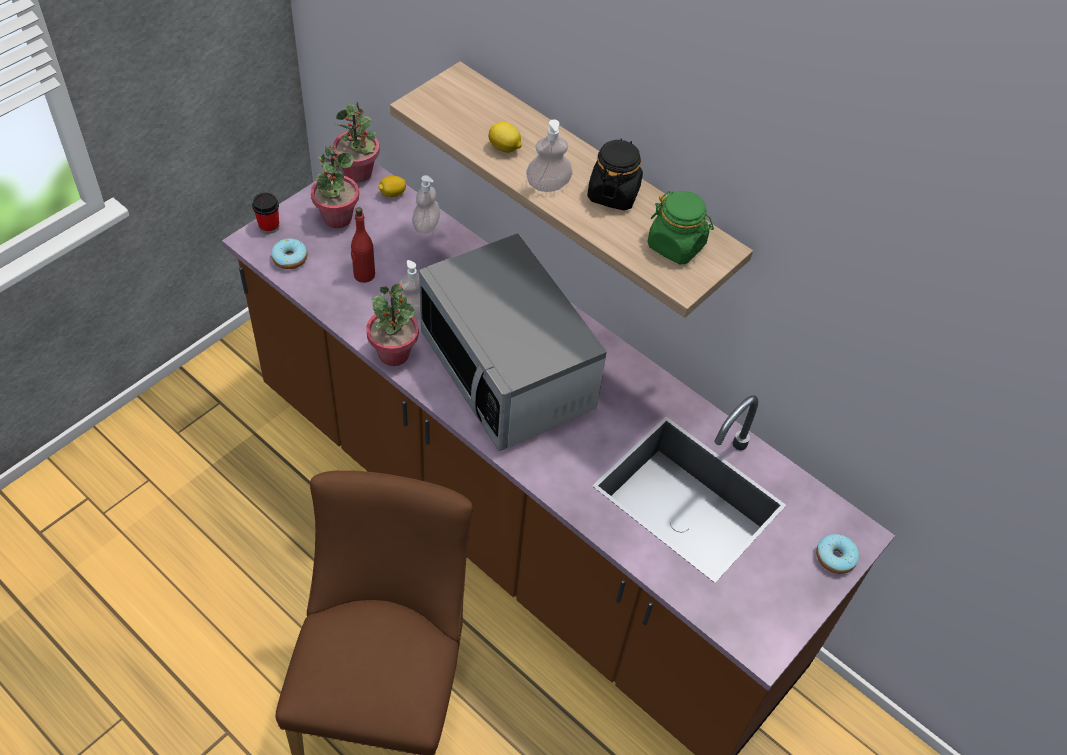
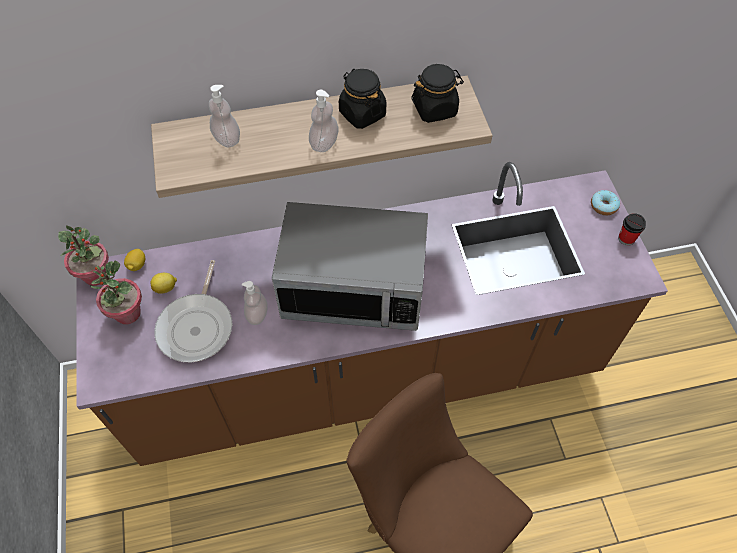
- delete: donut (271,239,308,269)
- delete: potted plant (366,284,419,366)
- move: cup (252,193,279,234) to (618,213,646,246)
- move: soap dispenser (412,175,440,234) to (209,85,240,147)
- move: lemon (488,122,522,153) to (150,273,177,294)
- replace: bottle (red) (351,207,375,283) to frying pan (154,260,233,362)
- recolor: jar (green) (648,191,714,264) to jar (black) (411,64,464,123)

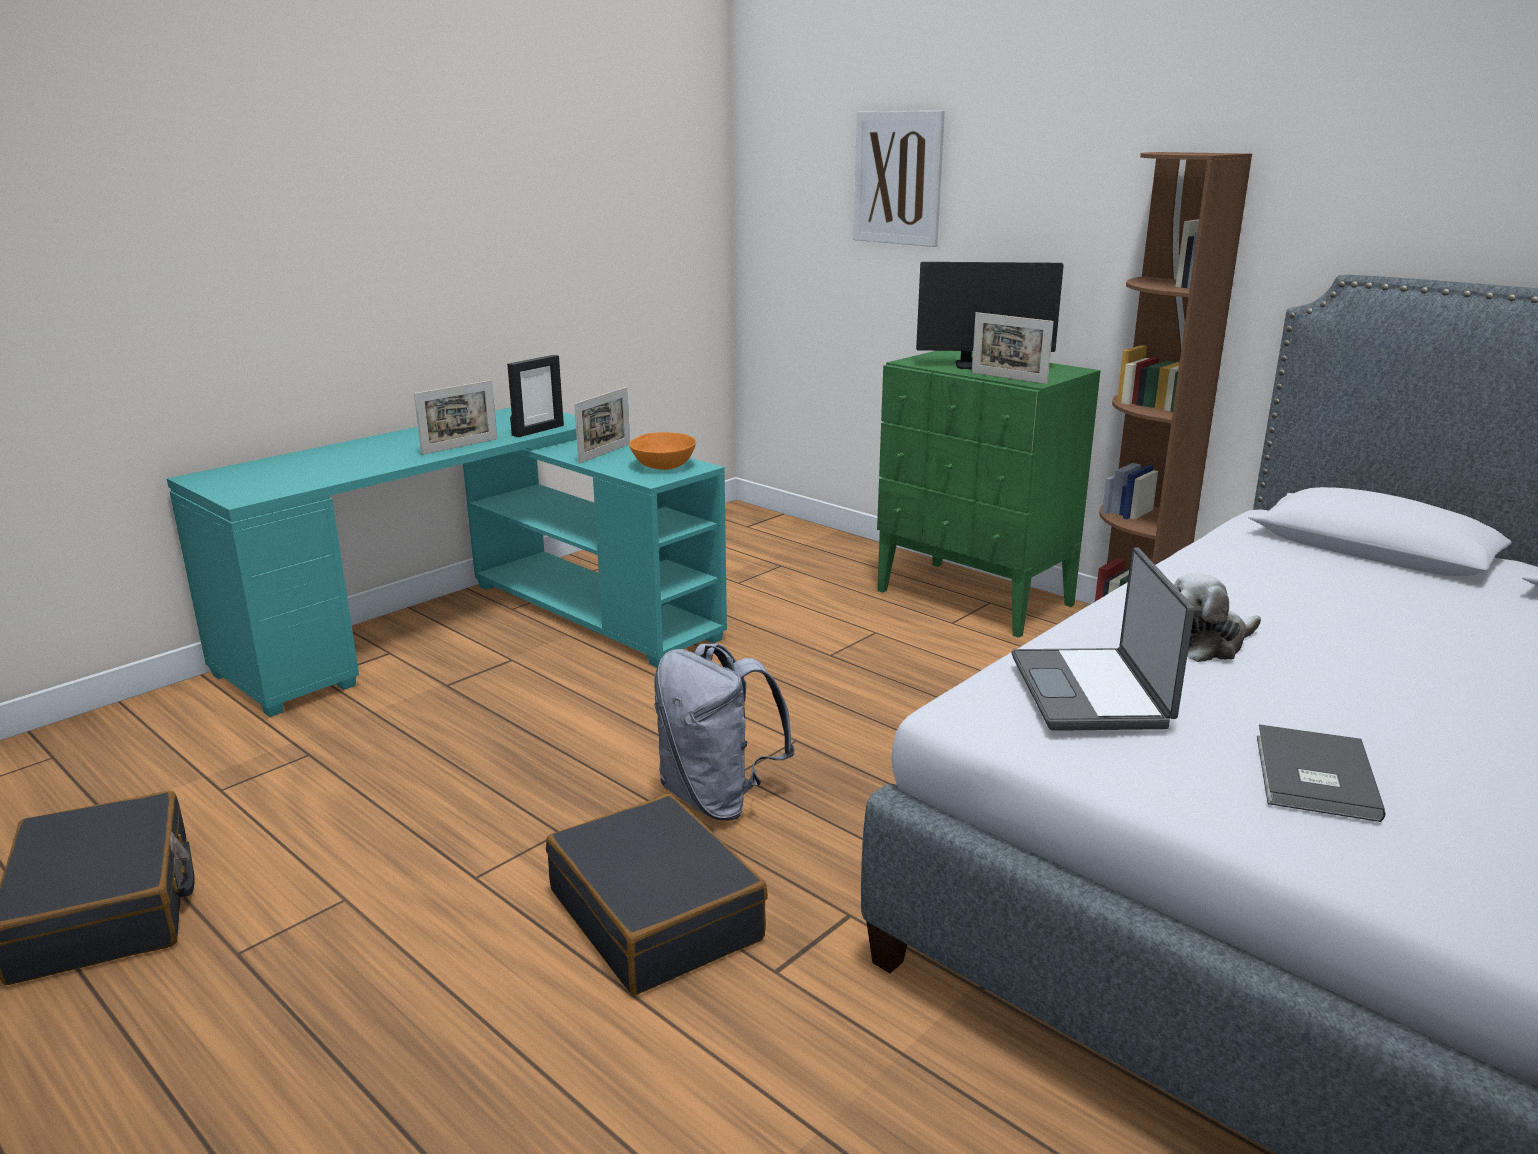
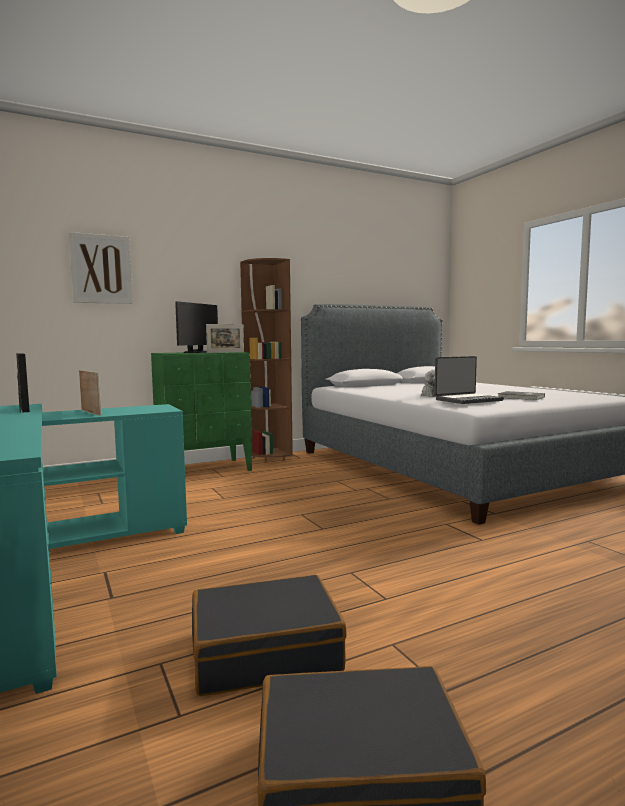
- delete: picture frame (414,380,497,455)
- delete: bowl (orange) (629,432,696,470)
- delete: backpack (grey) (654,643,795,820)
- move: suitcase (black) (546,794,768,995) to (192,575,347,696)
- rotate: laptop (1012,547,1194,731) = (435,356,504,404) 45 degrees counterclockwise

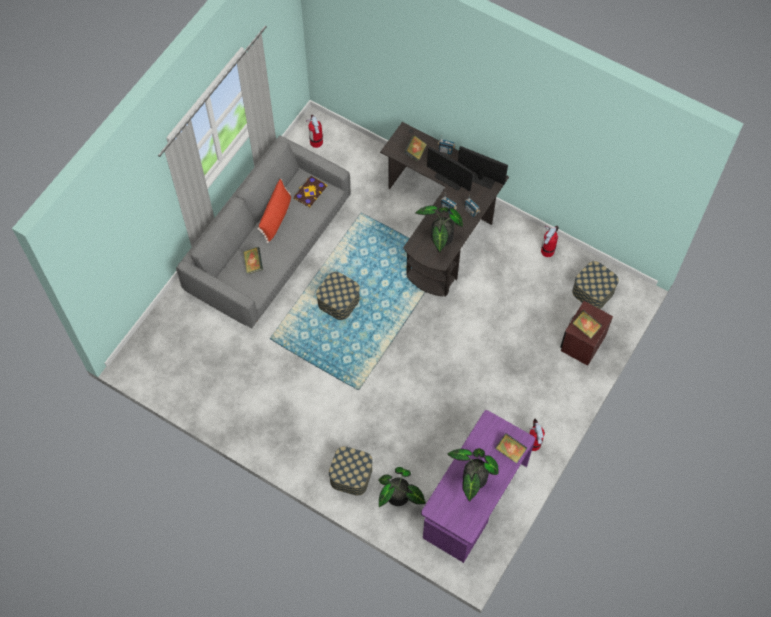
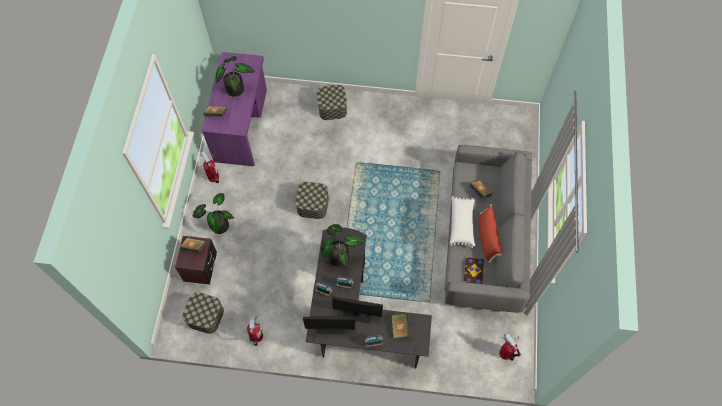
- insert: pillow (white) (450,196,475,248)
- move: storage box (316,272,360,320) to (295,182,329,219)
- move: potted plant (378,467,426,507) to (193,193,234,234)

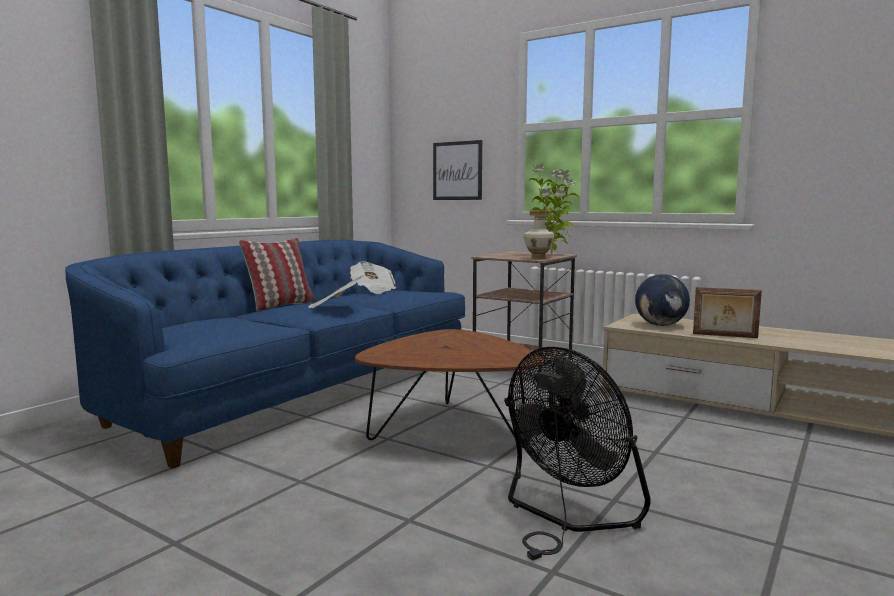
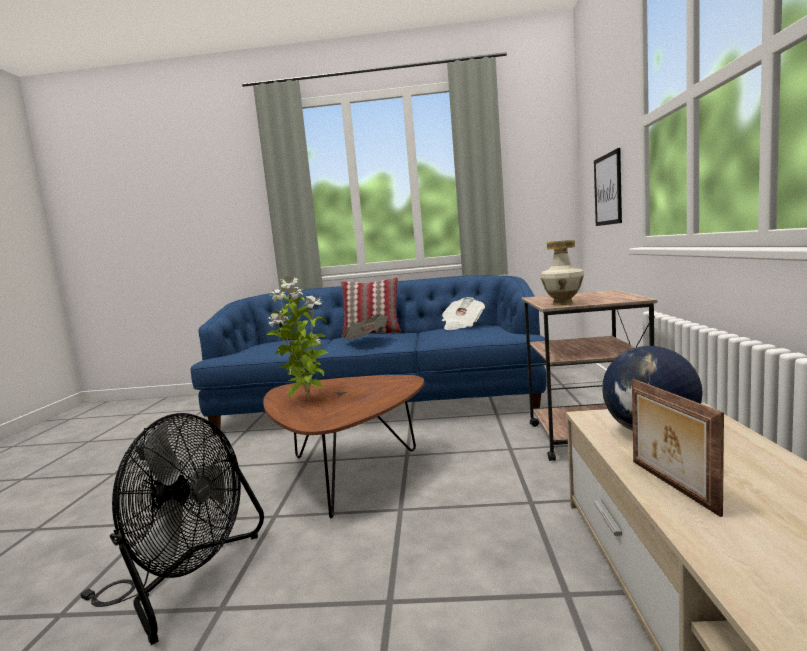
- move: potted plant (529,163,579,255) to (266,276,328,400)

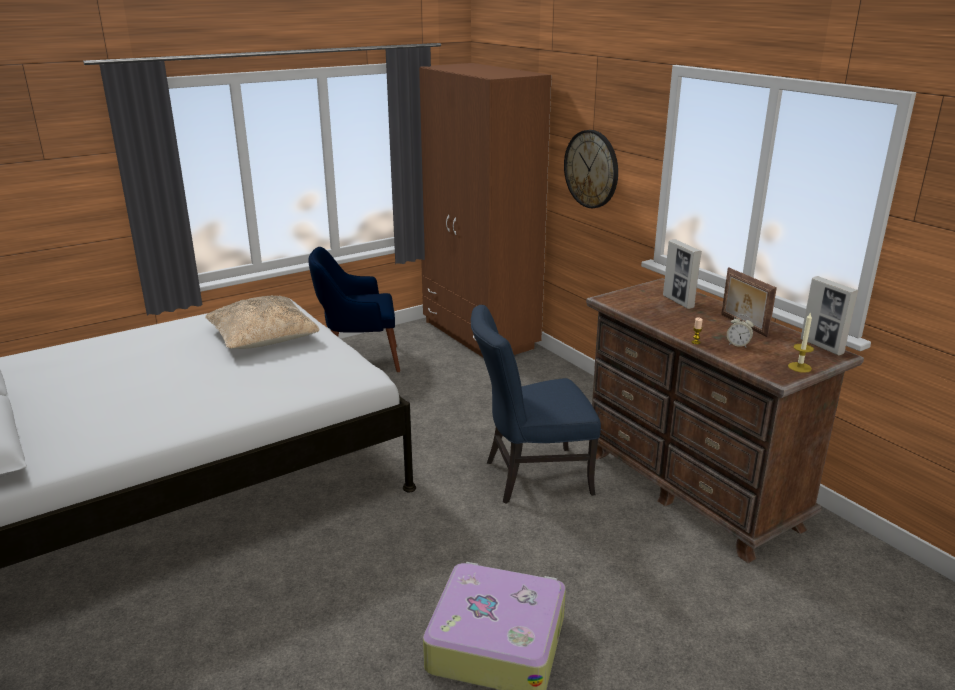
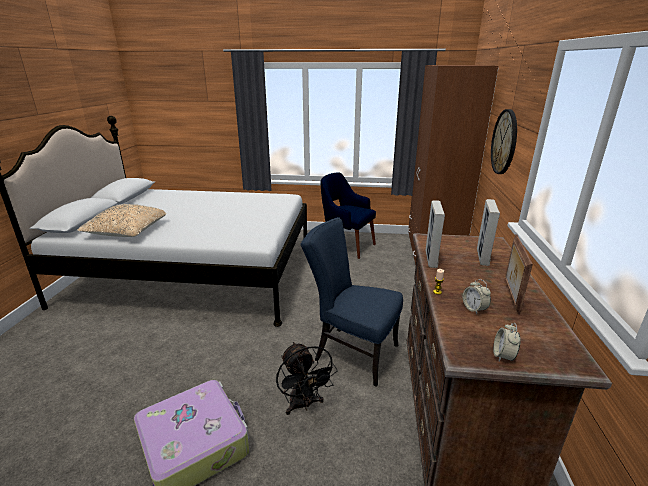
- insert: fan (black) (276,342,338,415)
- move: pillow (beige) (205,295,319,349) to (78,204,166,237)
- move: picture frame (801,276,858,355) to (426,201,445,268)
- replace: candle (788,312,814,373) to alarm clock (493,323,521,362)

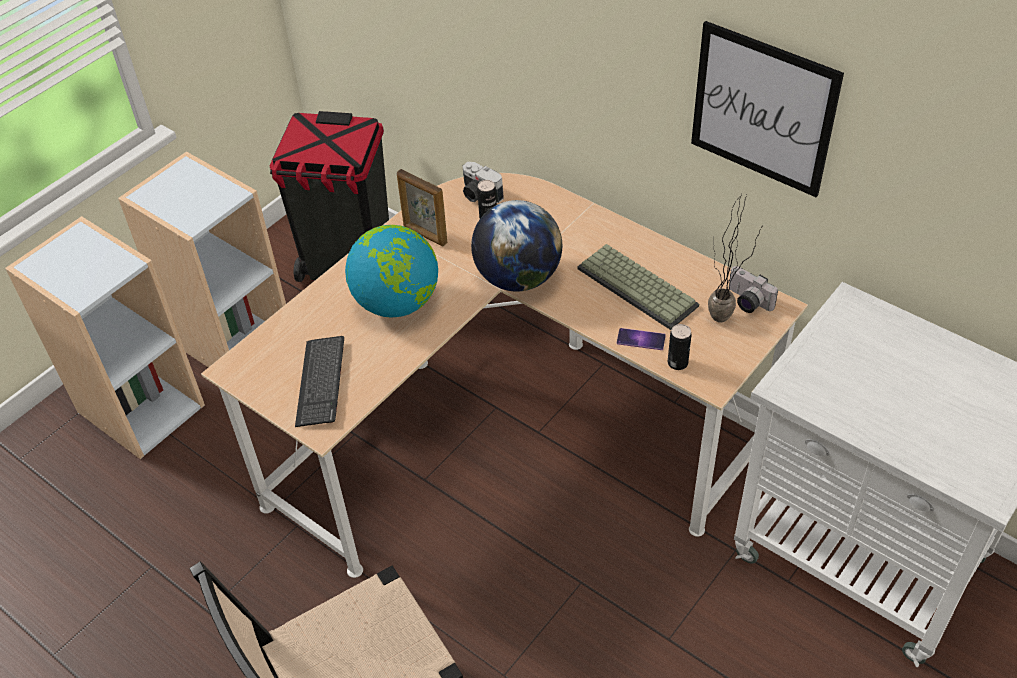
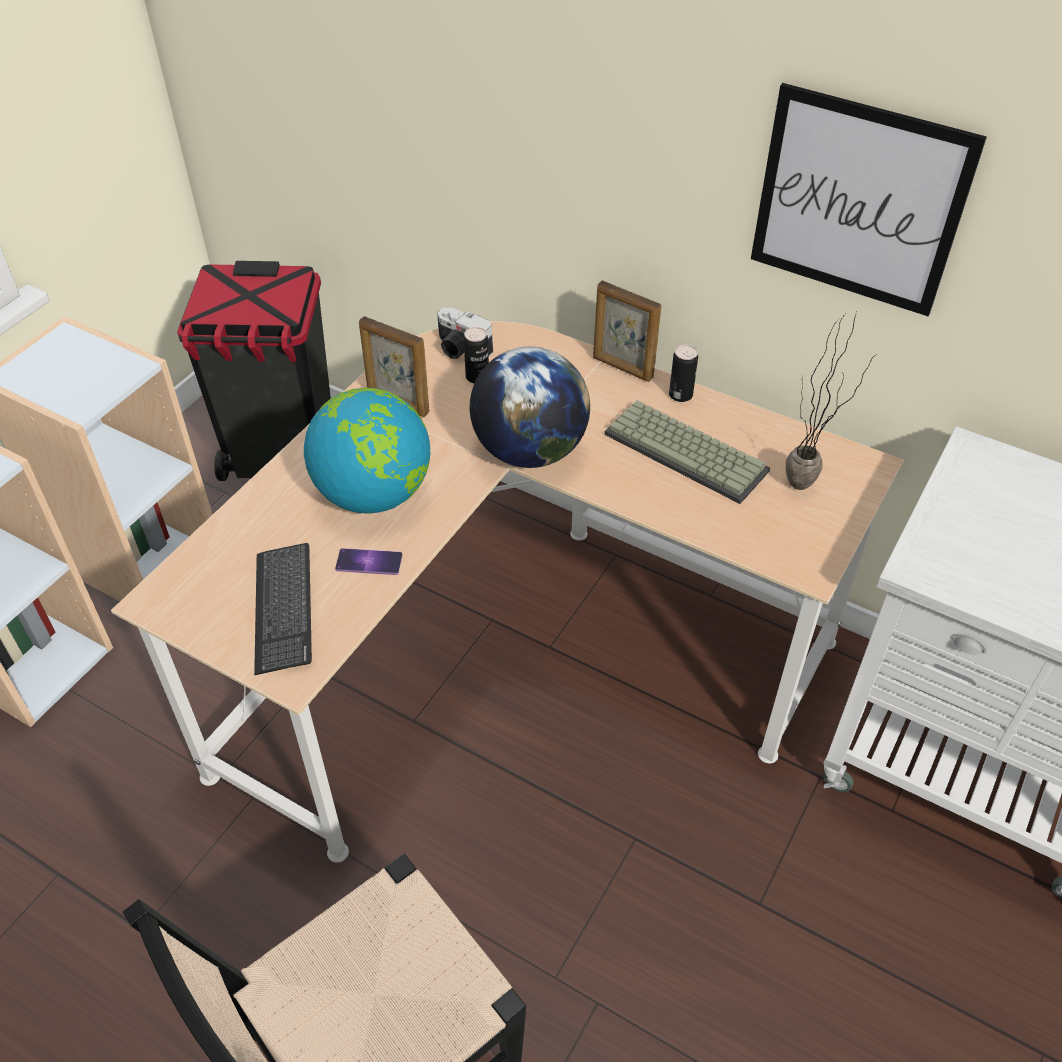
- delete: photo camera (729,266,778,313)
- insert: picture frame (593,281,661,382)
- move: phone (617,328,666,350) to (335,548,403,575)
- move: can (668,324,692,370) to (669,345,698,402)

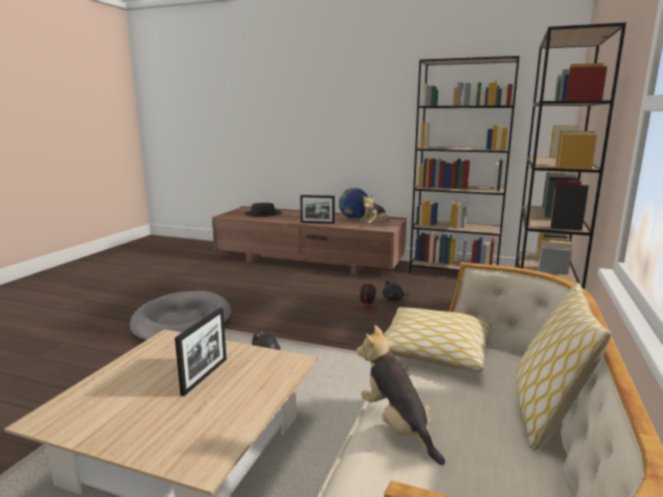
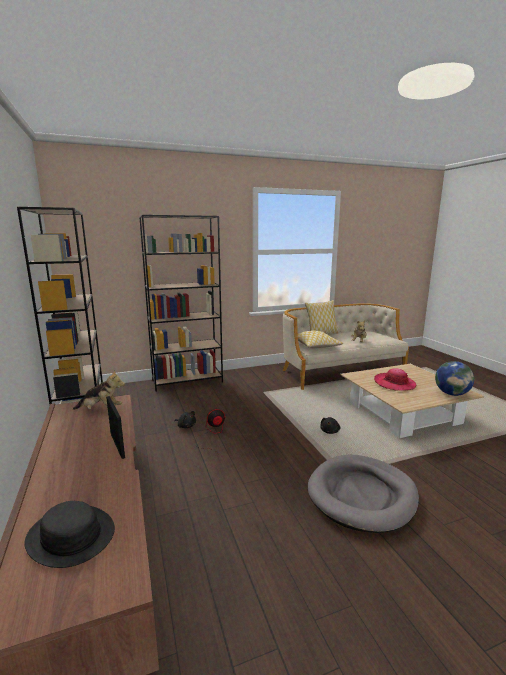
- move: globe (339,188,368,219) to (435,361,474,396)
- replace: picture frame (175,308,227,396) to hat (374,368,416,391)

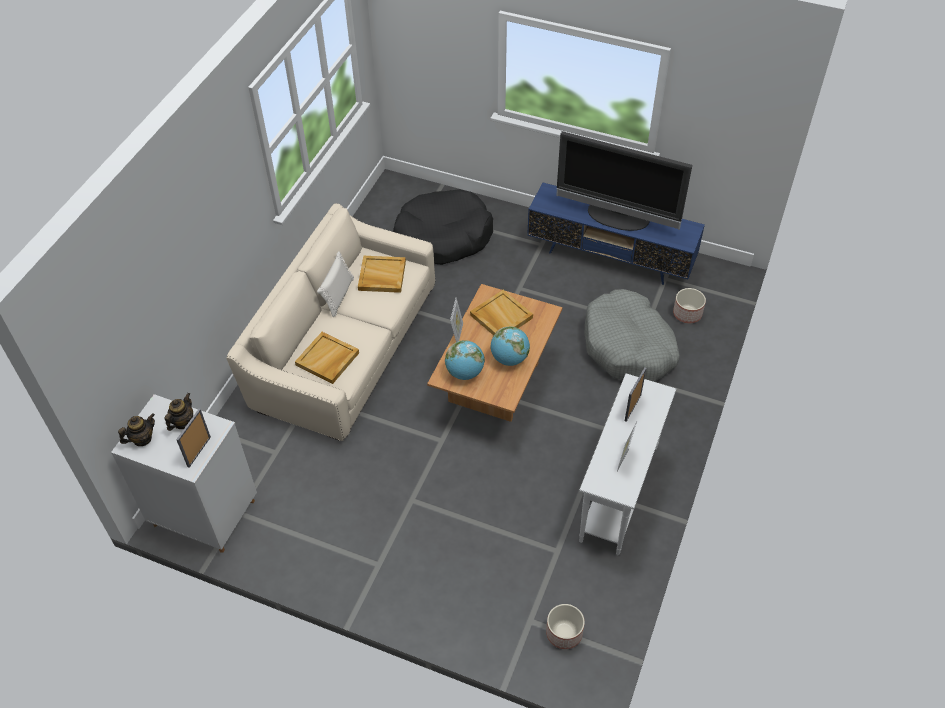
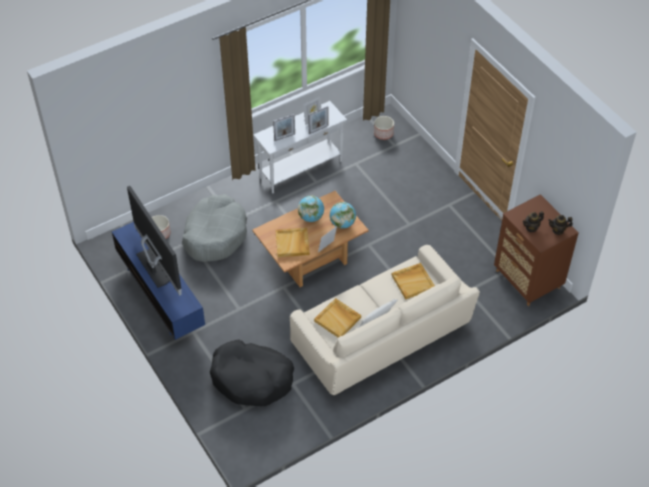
- move: picture frame (176,409,211,468) to (308,106,329,134)
- recolor: dresser (white) (111,394,257,552) to dresser (brown) (494,194,579,306)

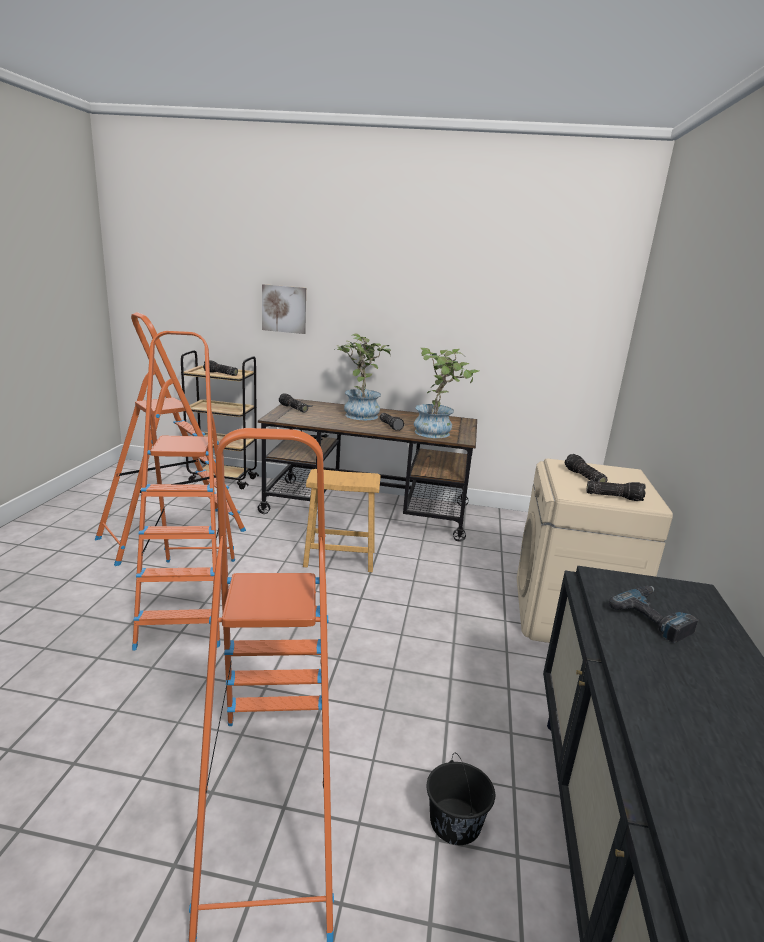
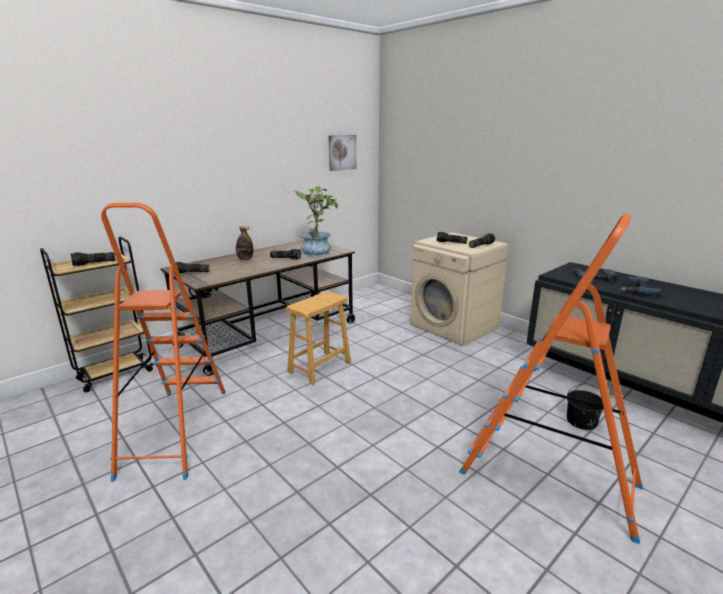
- delete: step ladder (orange) (132,331,235,650)
- insert: power drill (621,276,663,296)
- move: picture (262,284,306,334) to (328,135,356,171)
- replace: potted plant (333,333,391,420) to bottle (236,226,253,260)

